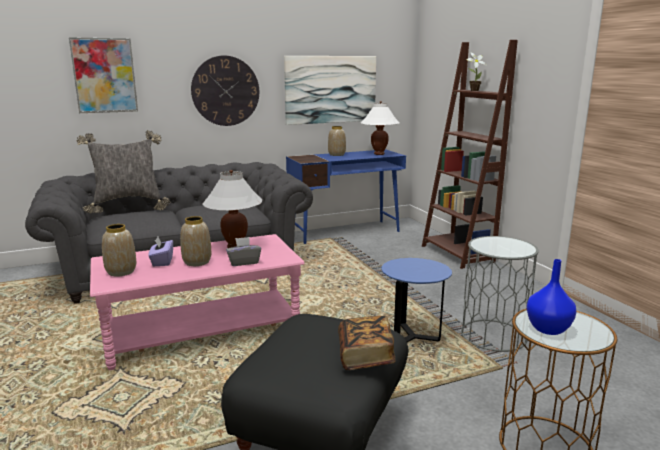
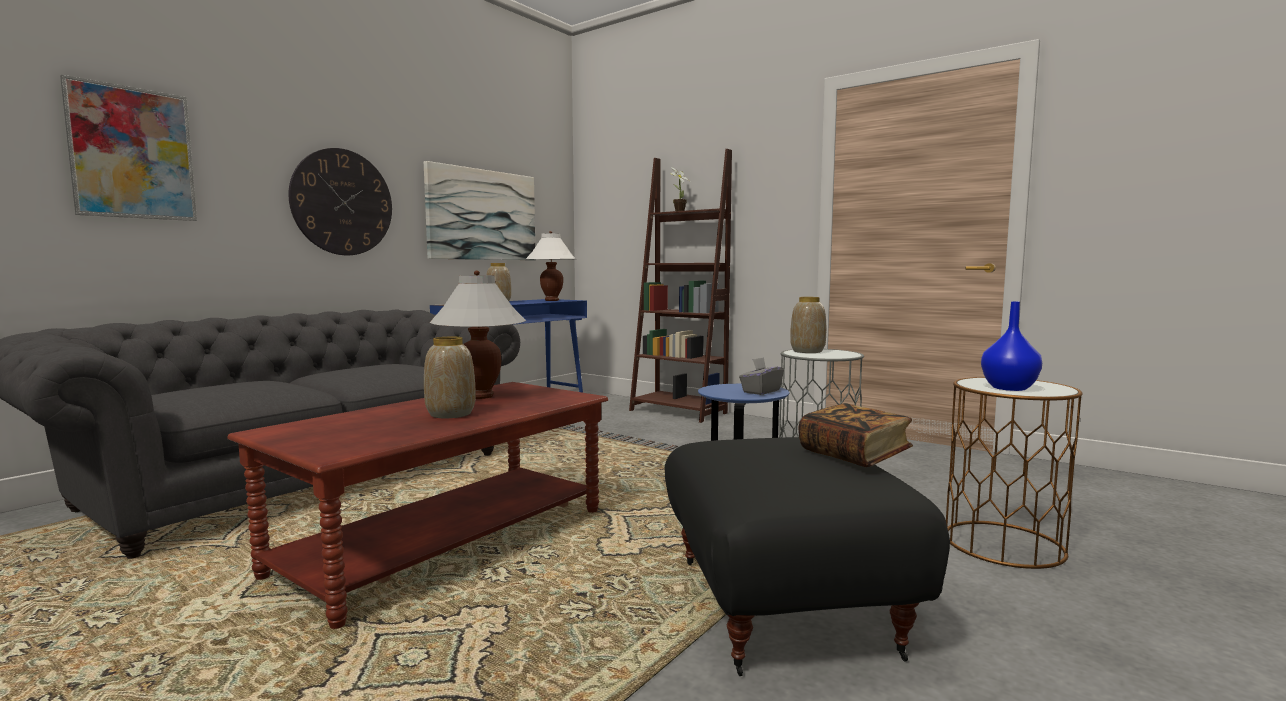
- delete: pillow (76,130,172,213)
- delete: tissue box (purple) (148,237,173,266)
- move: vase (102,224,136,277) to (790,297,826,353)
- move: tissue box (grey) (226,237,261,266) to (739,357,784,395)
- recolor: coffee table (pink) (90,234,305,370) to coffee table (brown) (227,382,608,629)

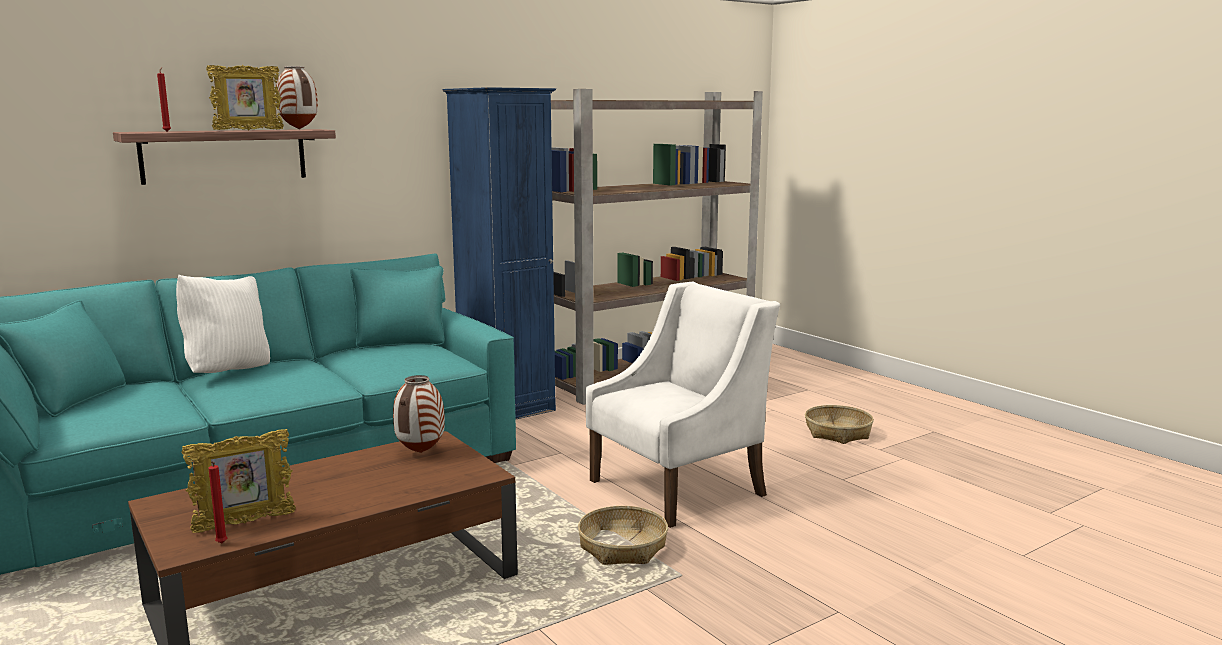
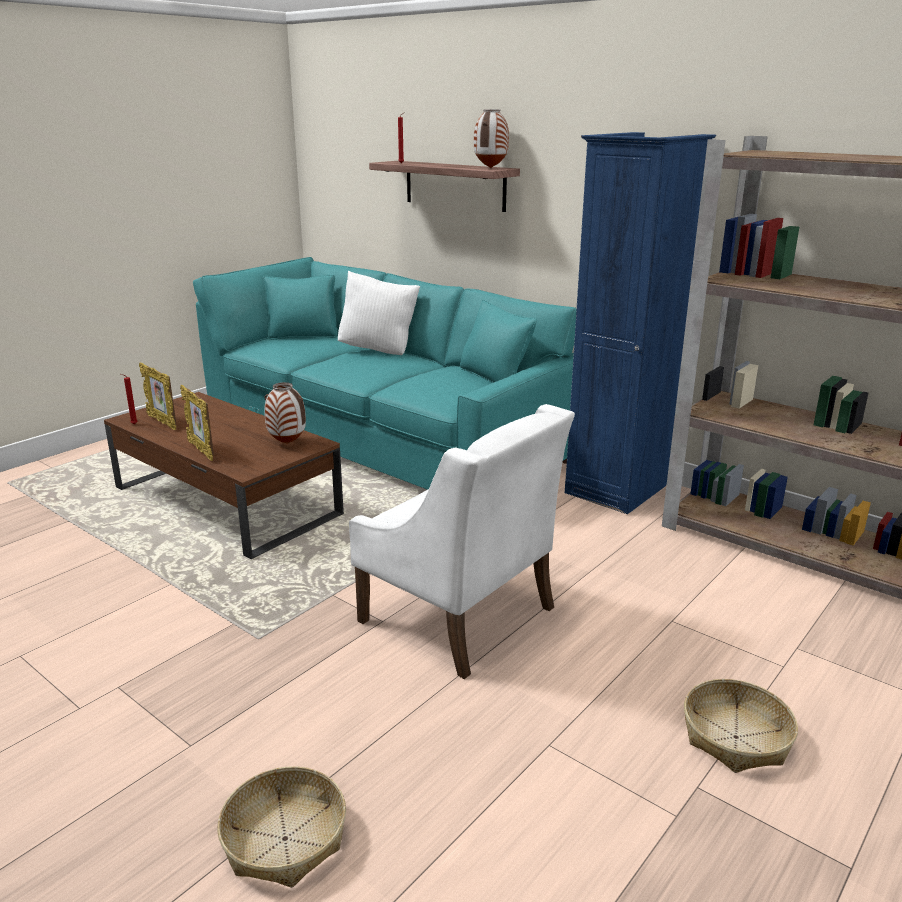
- move: picture frame (206,65,284,130) to (180,385,214,461)
- move: basket (578,506,668,565) to (217,766,346,887)

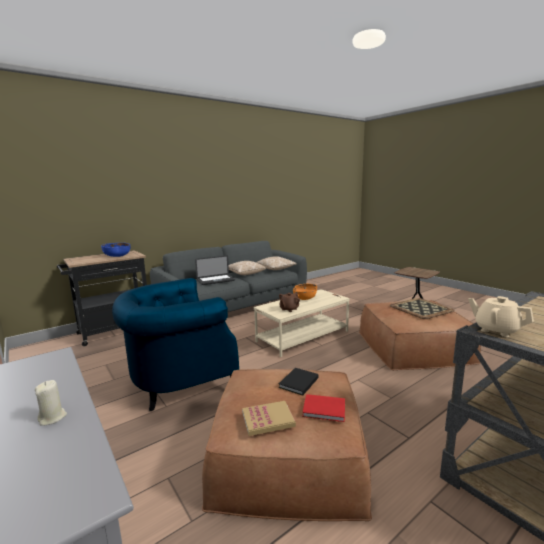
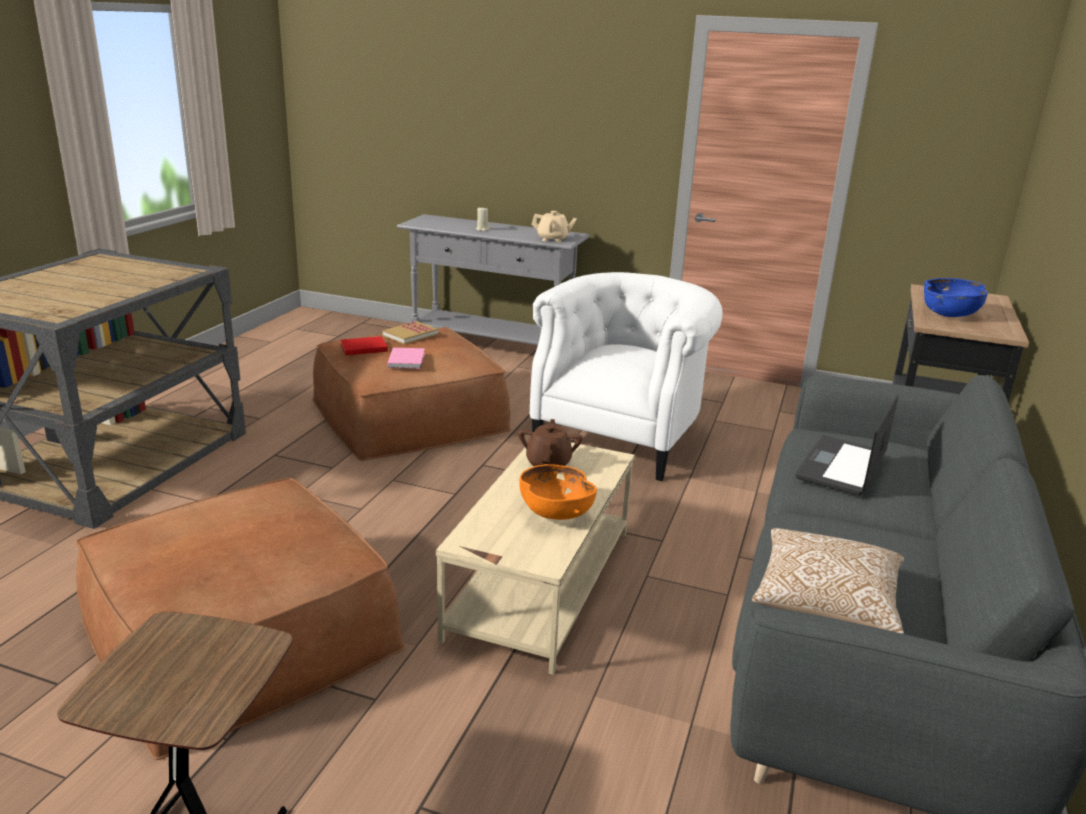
- delete: pillow (228,261,266,275)
- delete: tray (390,298,454,319)
- move: teapot (beige) (468,296,534,337) to (531,211,577,242)
- recolor: armchair (blue) (112,278,239,411) to armchair (white) (530,272,722,481)
- recolor: book (black) (279,368,318,396) to book (pink) (388,348,425,369)

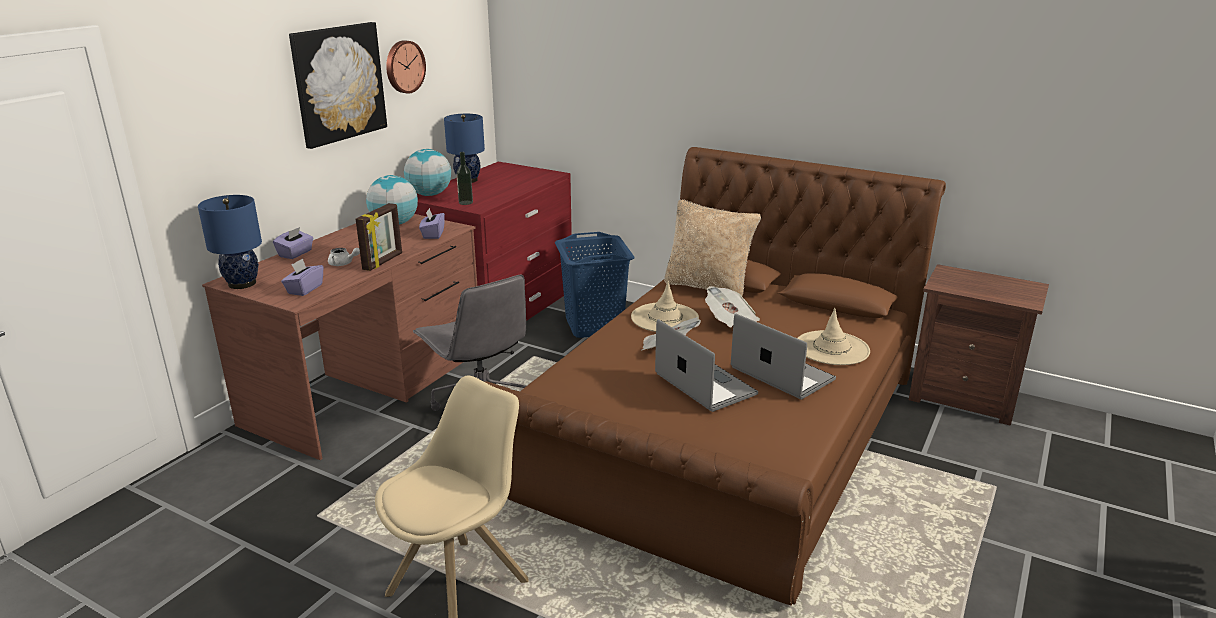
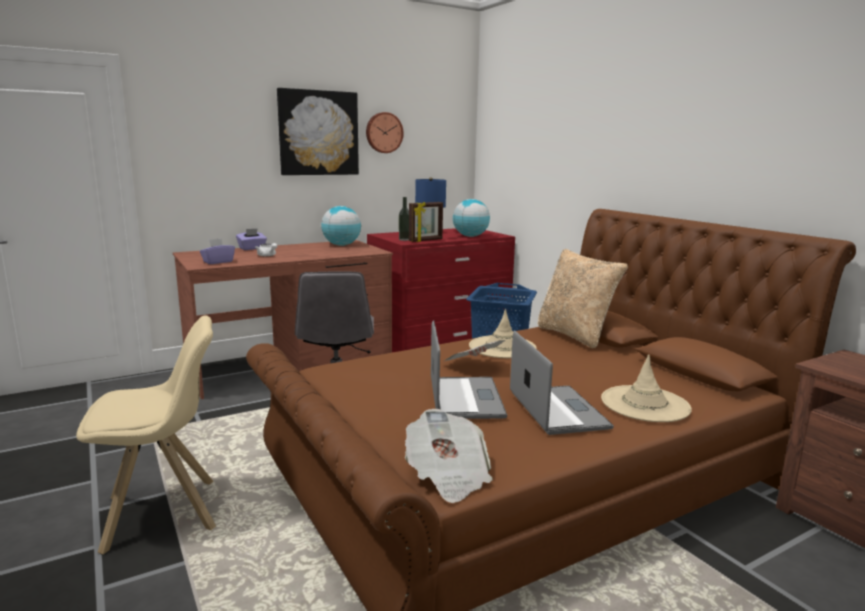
- delete: table lamp (blue) (198,195,262,289)
- delete: tissue box (purple) (419,208,445,239)
- move: picture frame (356,203,402,271) to (409,202,443,242)
- move: globe (404,149,451,196) to (453,199,490,237)
- move: newspaper (705,286,760,327) to (405,409,493,503)

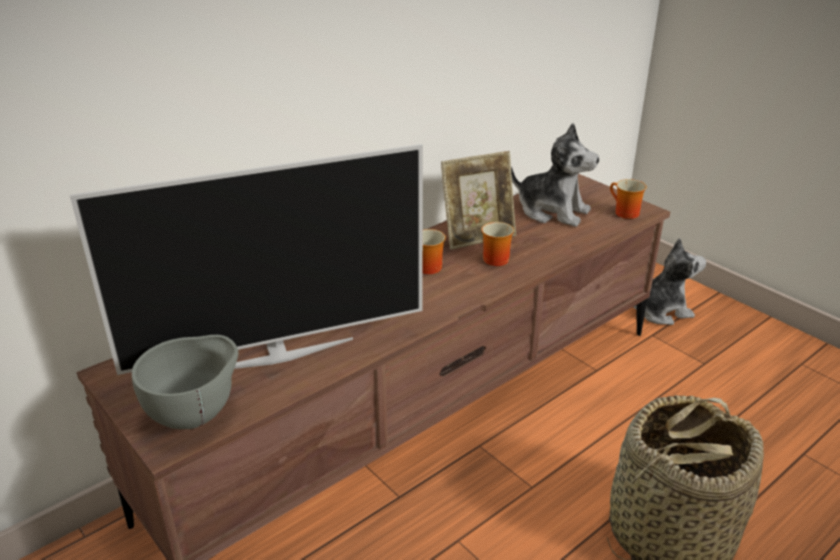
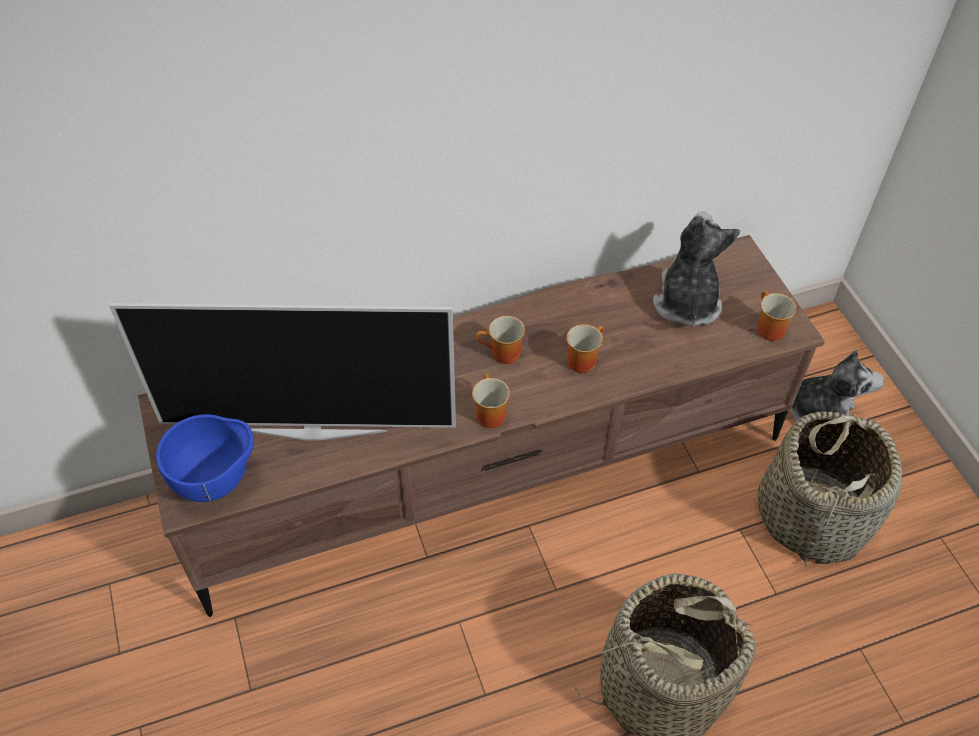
- delete: picture frame (441,151,516,250)
- insert: mug (472,374,510,428)
- insert: basket (758,411,902,566)
- recolor: bowl (grey) (132,335,238,429) to bowl (blue) (156,414,254,502)
- rotate: plush toy (511,123,599,227) = (653,212,740,327) 135 degrees counterclockwise

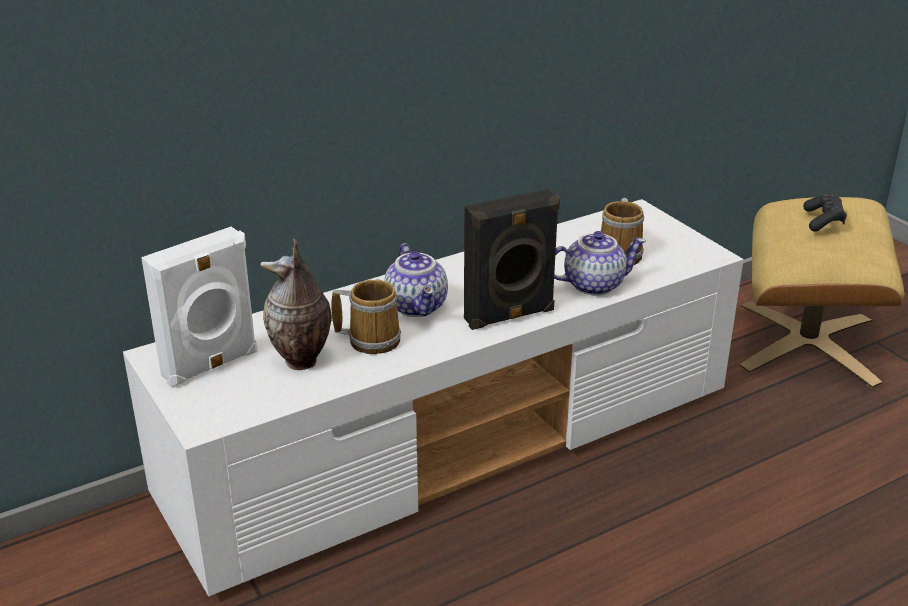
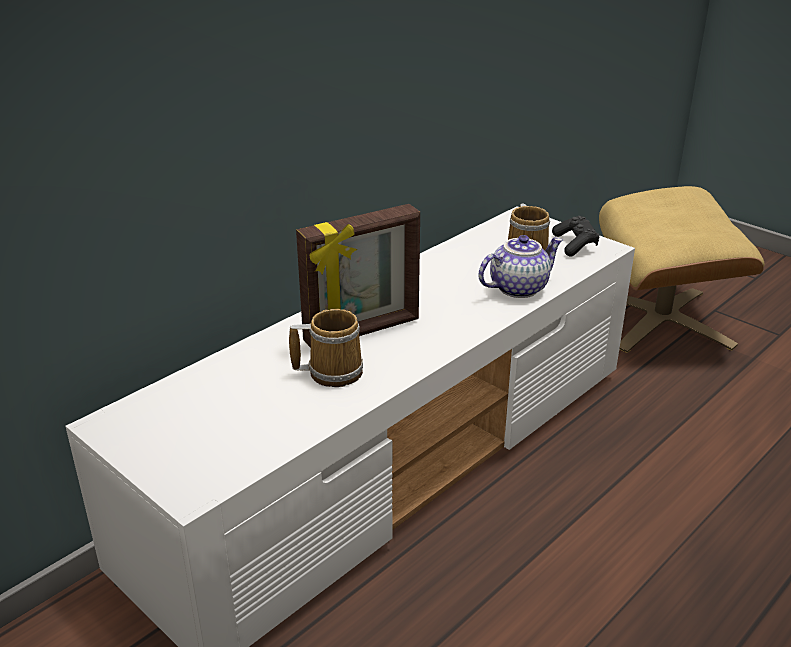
- delete: speaker (white) (141,227,258,387)
- delete: vase (260,238,332,370)
- delete: speaker (black) (464,189,560,330)
- move: game controller (black) (803,193,847,232) to (552,216,599,256)
- replace: teapot (384,243,448,317) to picture frame (296,204,420,348)

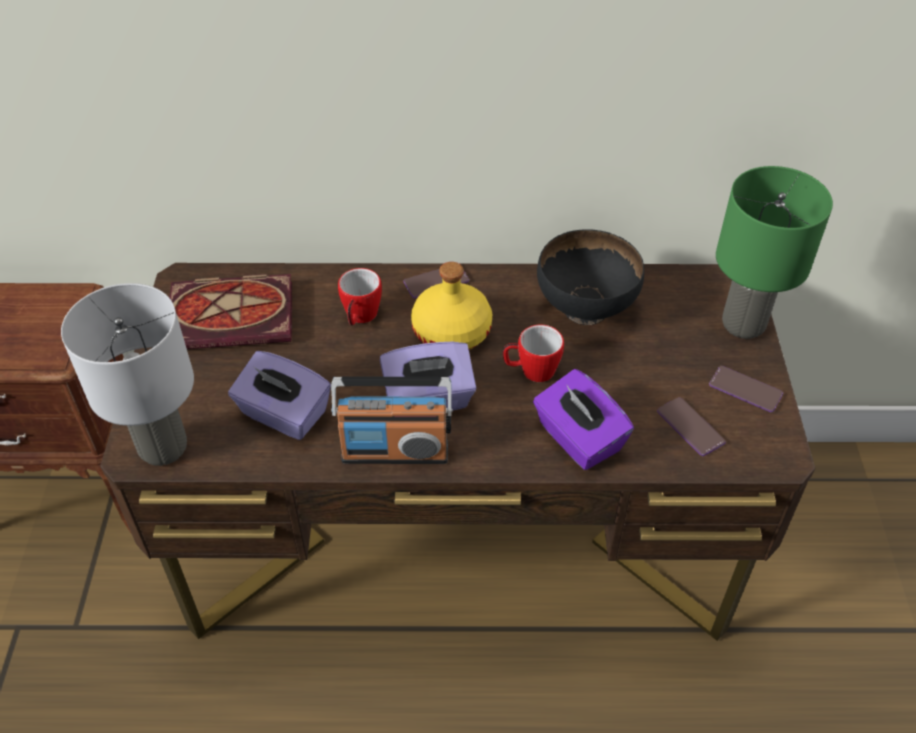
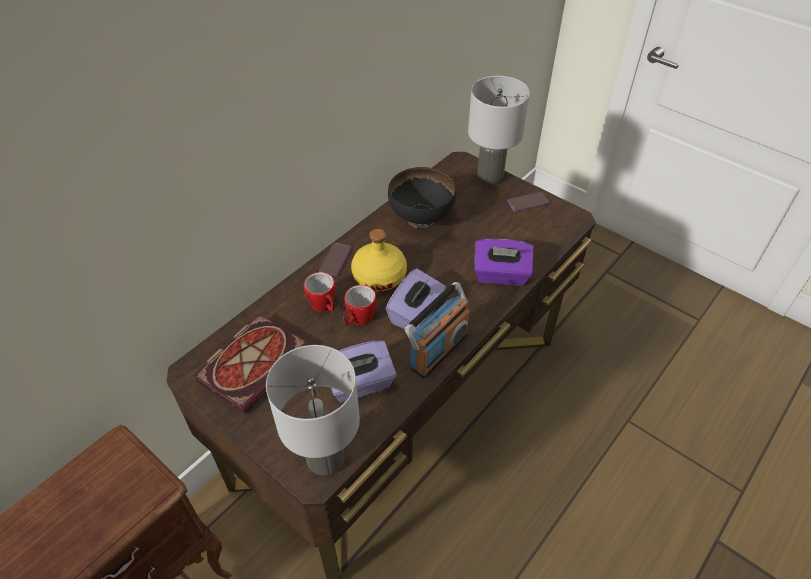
- delete: phone (657,397,726,456)
- move: mug (503,325,564,382) to (344,285,377,326)
- recolor: table lamp (green) (716,166,833,339) to table lamp (white) (468,76,530,184)

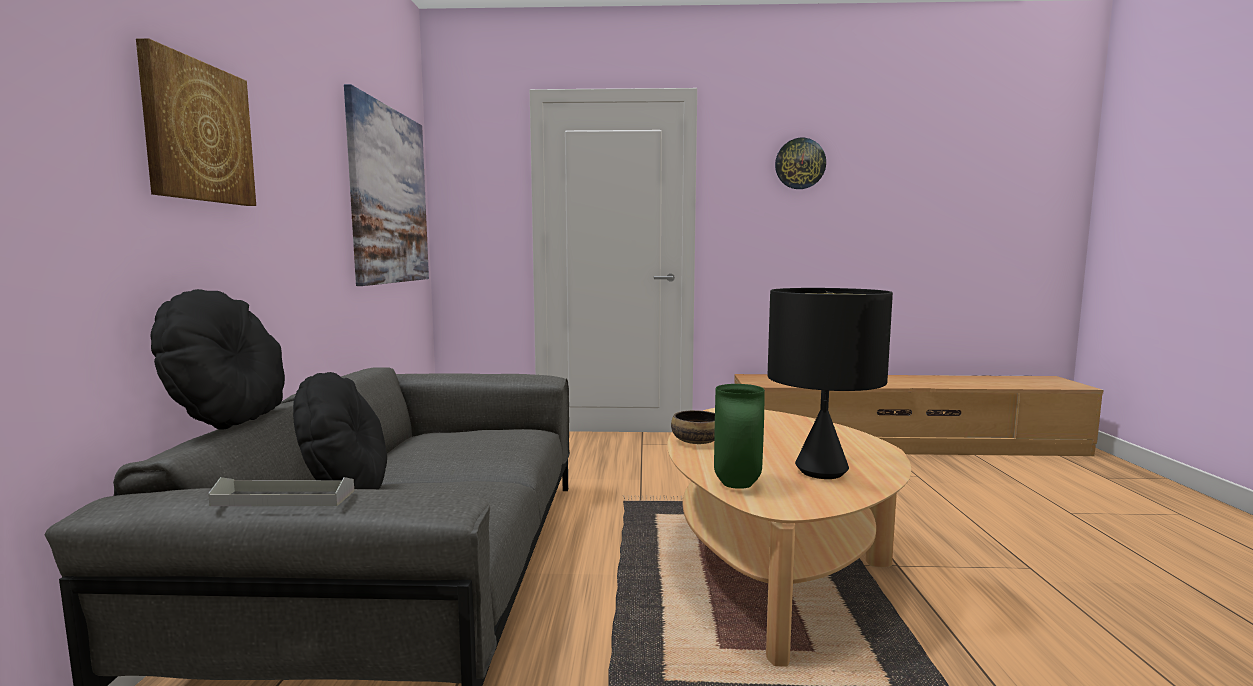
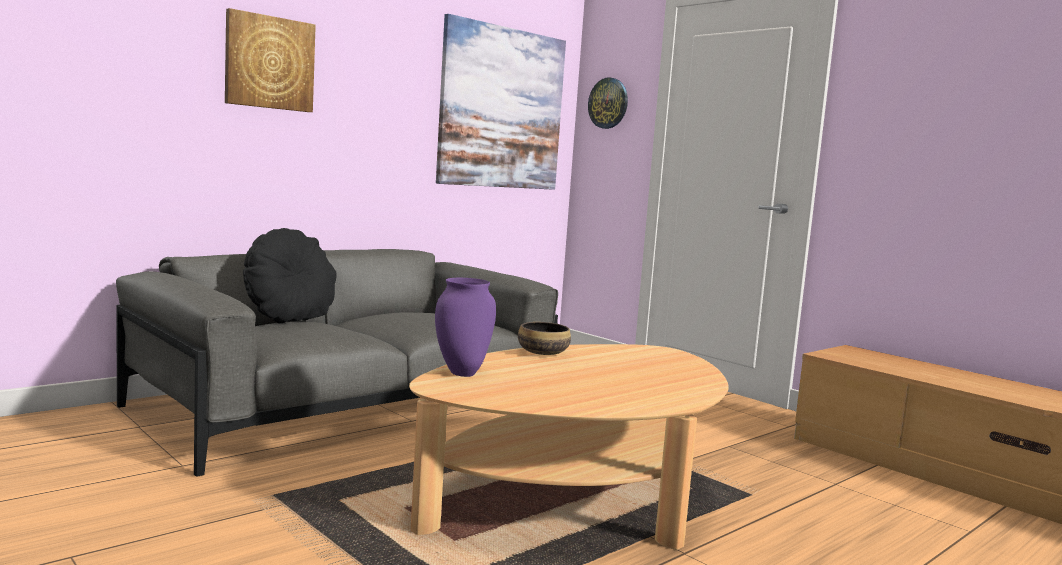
- delete: pillow (black) (150,289,285,430)
- delete: tray (grey) (208,477,354,506)
- delete: table lamp (black) (767,288,893,479)
- move: wall clock (775,138,826,189) to (588,77,628,129)
- recolor: vase (green) (714,384,765,489) to vase (purple) (435,278,496,377)

